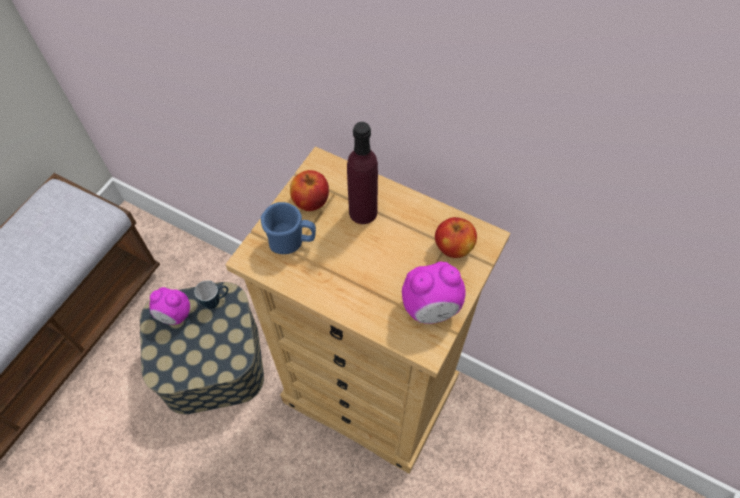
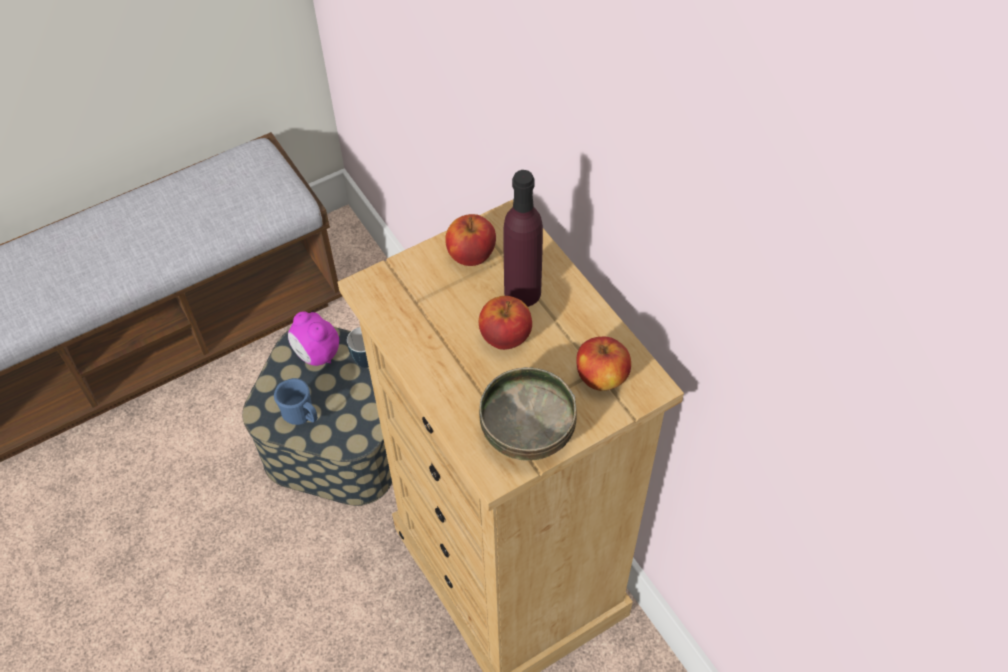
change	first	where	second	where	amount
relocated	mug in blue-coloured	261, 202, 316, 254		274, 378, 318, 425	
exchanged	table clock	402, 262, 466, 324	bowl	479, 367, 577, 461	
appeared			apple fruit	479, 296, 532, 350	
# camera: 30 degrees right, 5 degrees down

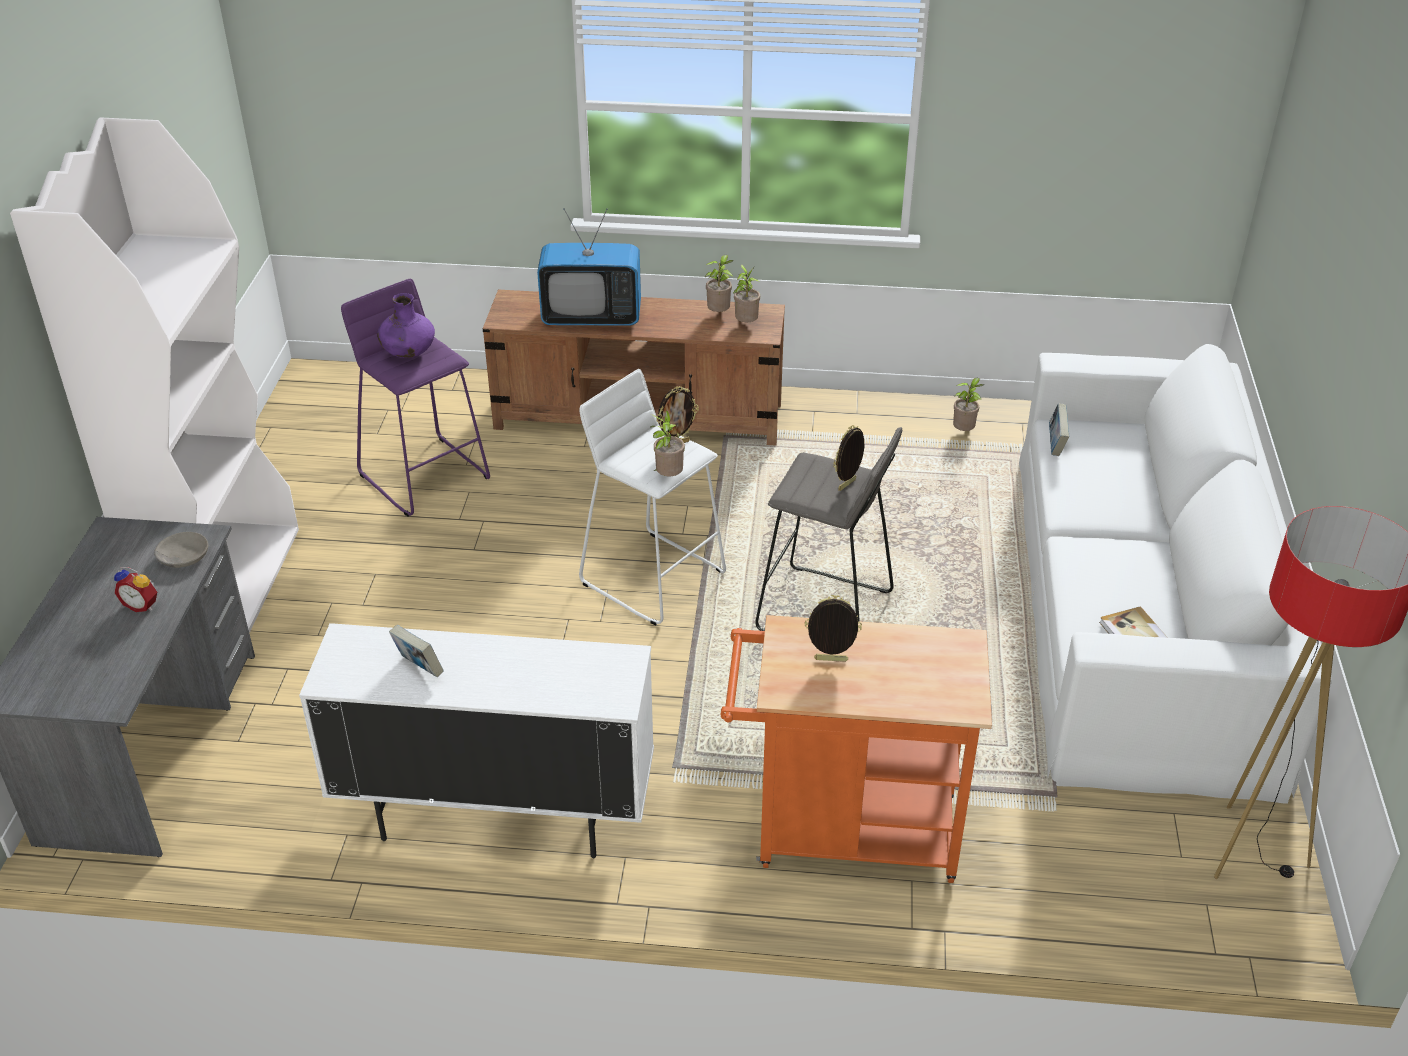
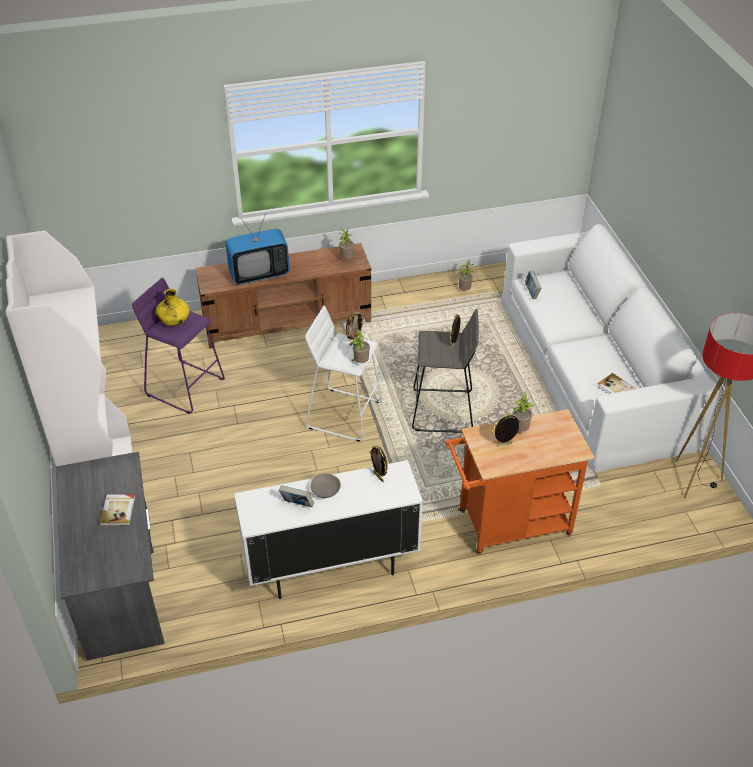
change	first	where	second	where	amount
relocated	potted plant	705, 255, 734, 312		513, 392, 534, 432	
colour	decorative vase in purple-coloured	377, 293, 435, 358	decorative vase in yellow-coloured	155, 289, 190, 326	
relocated	bowl in greyish	154, 532, 208, 568		310, 474, 341, 498	
exchanged	table clock	114, 567, 157, 612	bound book	100, 495, 135, 526	
appeared			photo frame	370, 445, 388, 482	
# camera: 20 degrees left, 5 degrees up

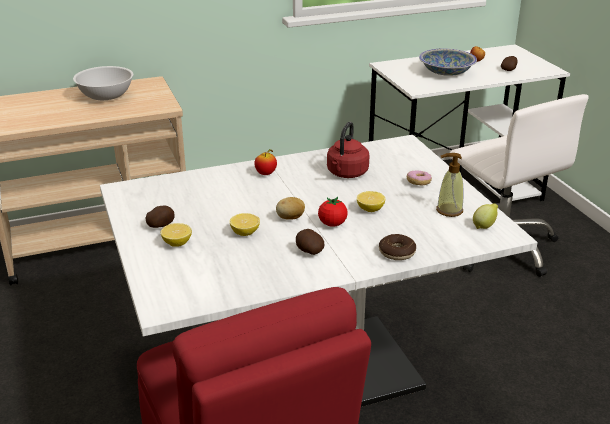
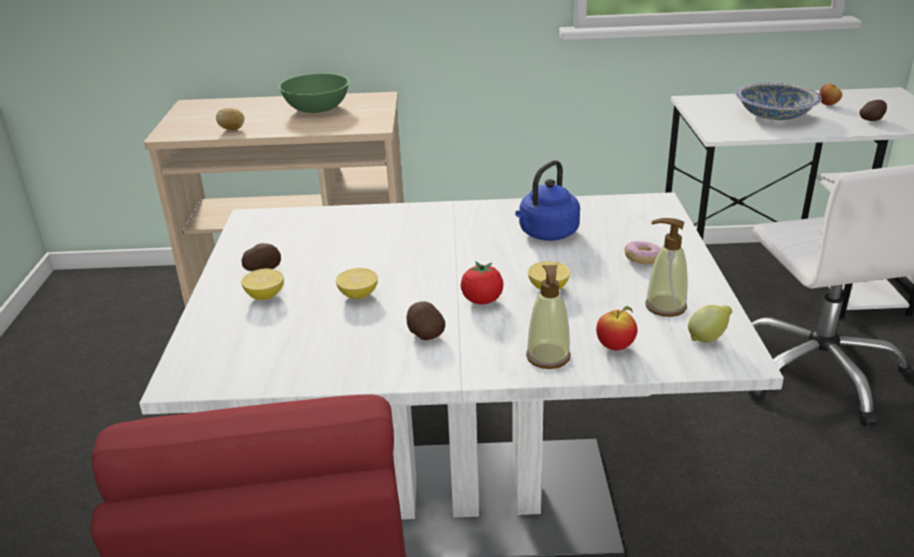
change	first	where	second	where	amount
colour	bowl in white-coloured	73, 66, 133, 100	bowl in green	278, 73, 350, 113	
colour	tea kettle in red-coloured	327, 122, 370, 178	tea kettle in blue-coloured	515, 160, 580, 241	
relocated	apple fruit	254, 149, 277, 175		596, 306, 637, 351	
relocated	spud	276, 197, 305, 220		216, 108, 244, 130	
exchanged	doughnut	379, 234, 416, 260	soap dispenser	526, 265, 571, 369	
# camera: 20 degrees right, 0 degrees up

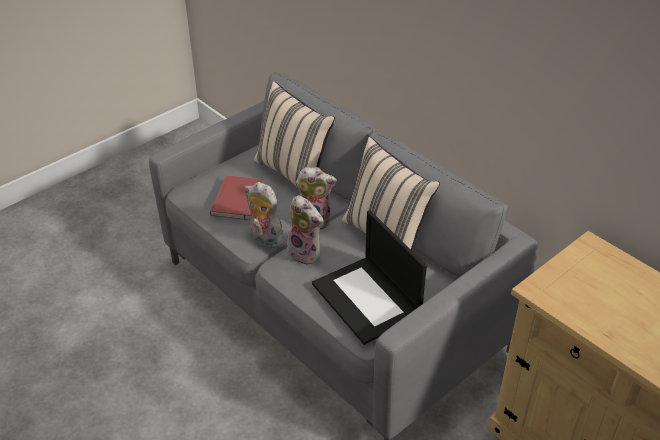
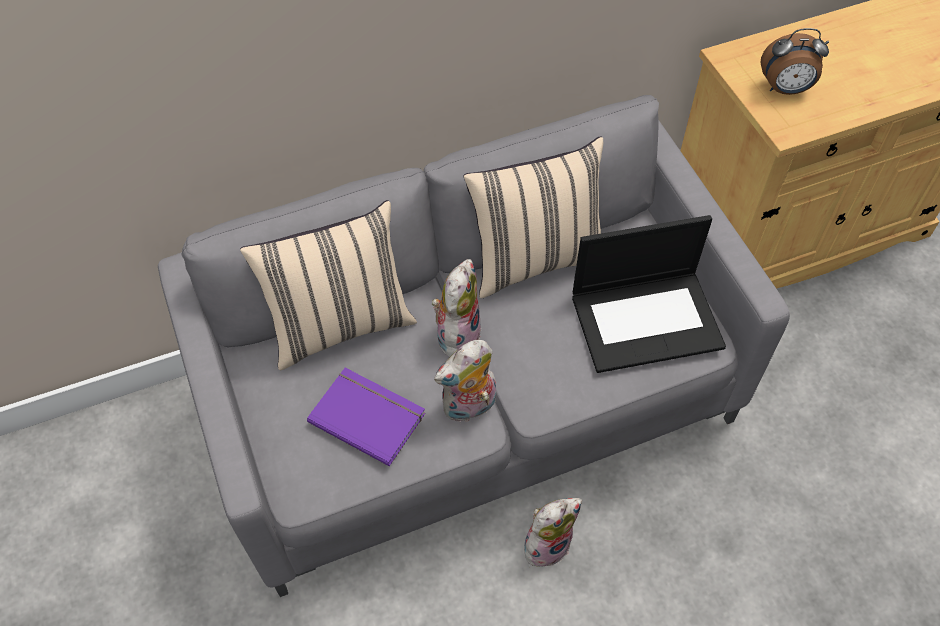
change	first	where	second	where	amount
colour	bound book in red-coloured	210, 175, 264, 220	bound book in purple-coloured	307, 368, 425, 466	
relocated	plush toy	287, 195, 324, 265		524, 498, 582, 567	
appeared			table clock	760, 28, 829, 95	
# camera: 70 degrees left, 15 degrees up

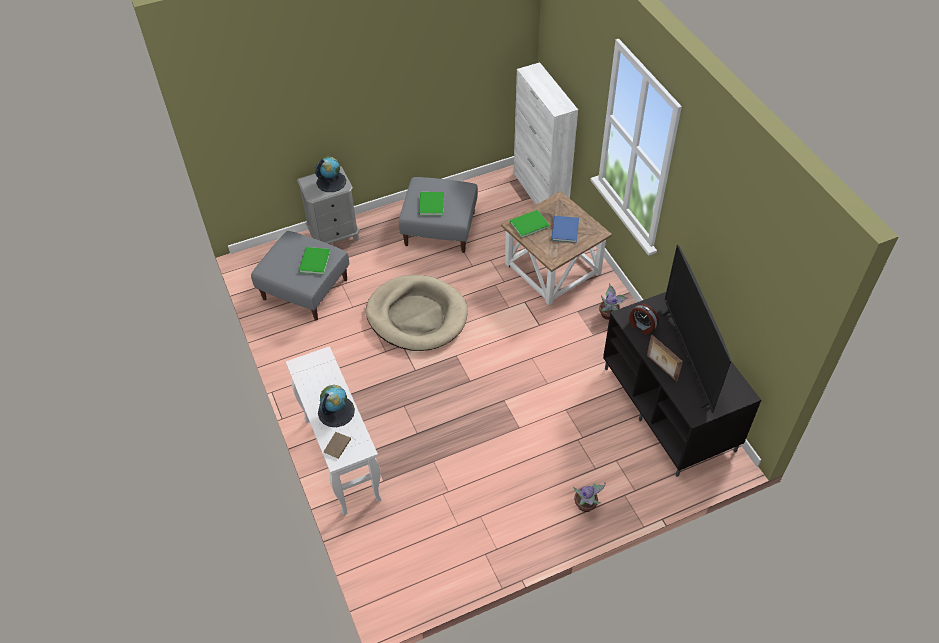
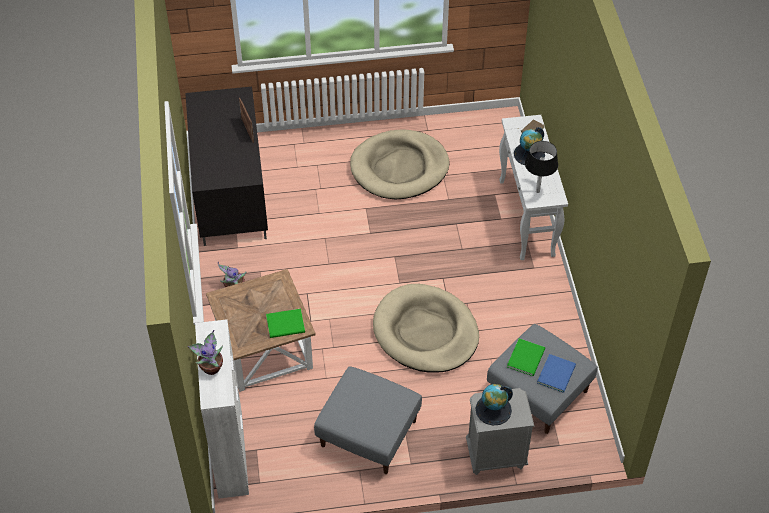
change	first	where	second	where	amount
missing	bound book in green	419, 192, 444, 215			
relocated	bound book in blue-coloured	551, 216, 579, 243		537, 354, 576, 393	
missing	TV	662, 245, 731, 413			
missing	table clock	630, 303, 659, 335			
relocated	potted plant	573, 482, 606, 512		188, 330, 223, 375	
appeared			dog bed in beige-coloured	350, 129, 449, 199	
appeared			lamp for a table in black	525, 141, 558, 193	
# camera: 165 degrees left, 0 degrees up

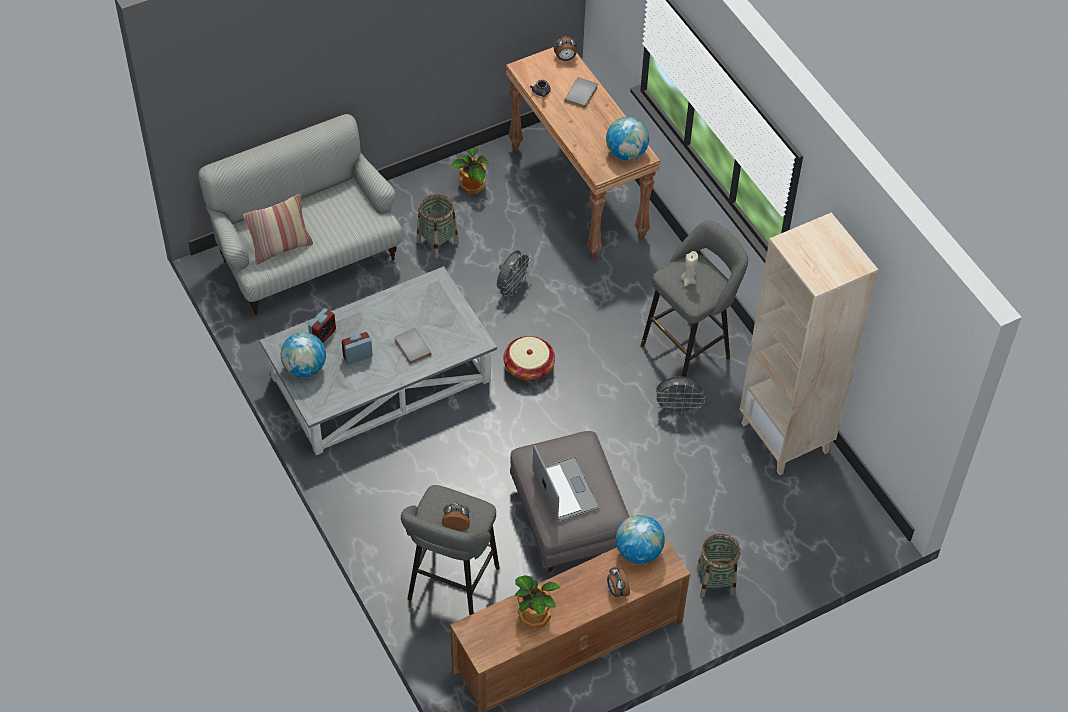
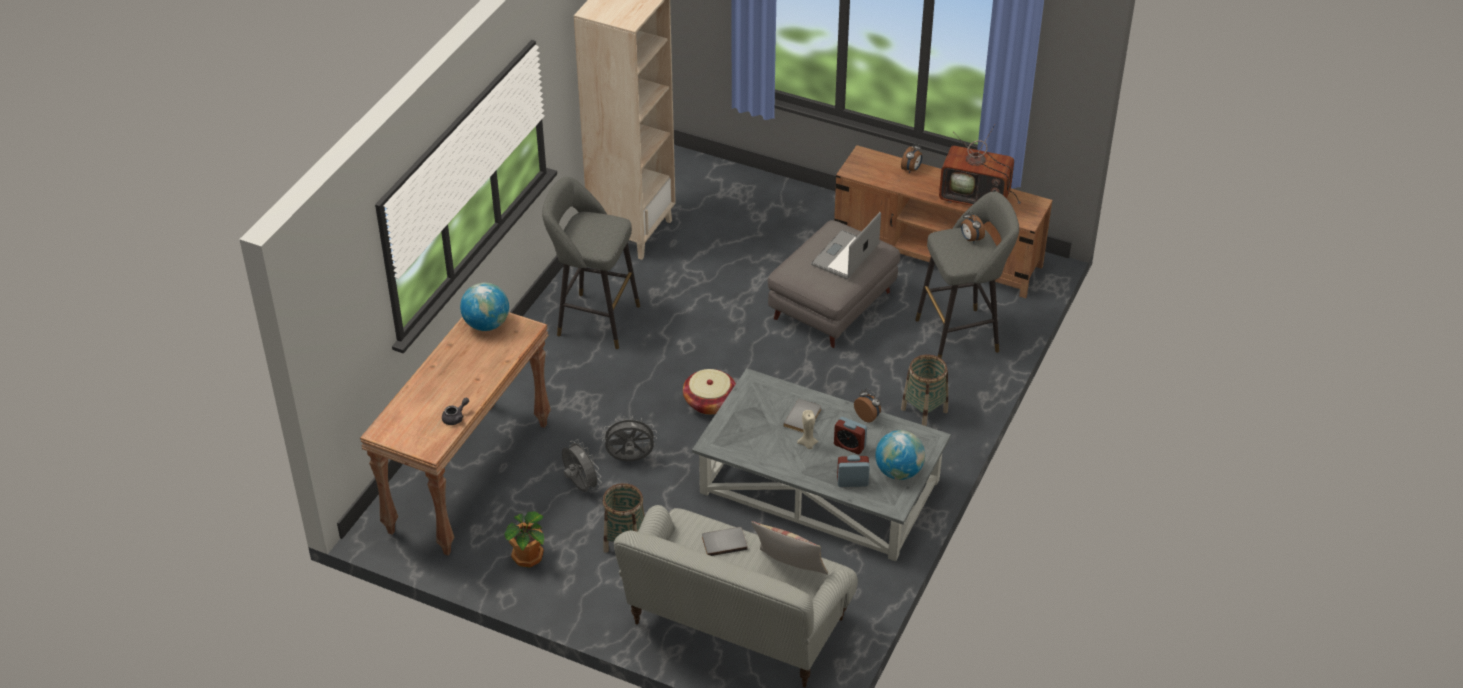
change	first	where	second	where	amount
relocated	table clock	554, 36, 577, 61		854, 389, 881, 423	
relocated	bound book in greyish	564, 77, 598, 108		702, 527, 748, 556	
relocated	candle in beige-coloured	681, 251, 698, 287		797, 410, 818, 449	
relocated	electric fan in greyish	653, 377, 705, 415		562, 439, 602, 492	
missing	desk globe	616, 515, 665, 564			
relocated	basket	697, 534, 740, 597		901, 355, 948, 426	
exchanged	potted plant	515, 575, 561, 629	TV	939, 124, 1021, 206	
# camera: 125 degrees left, 10 degrees down

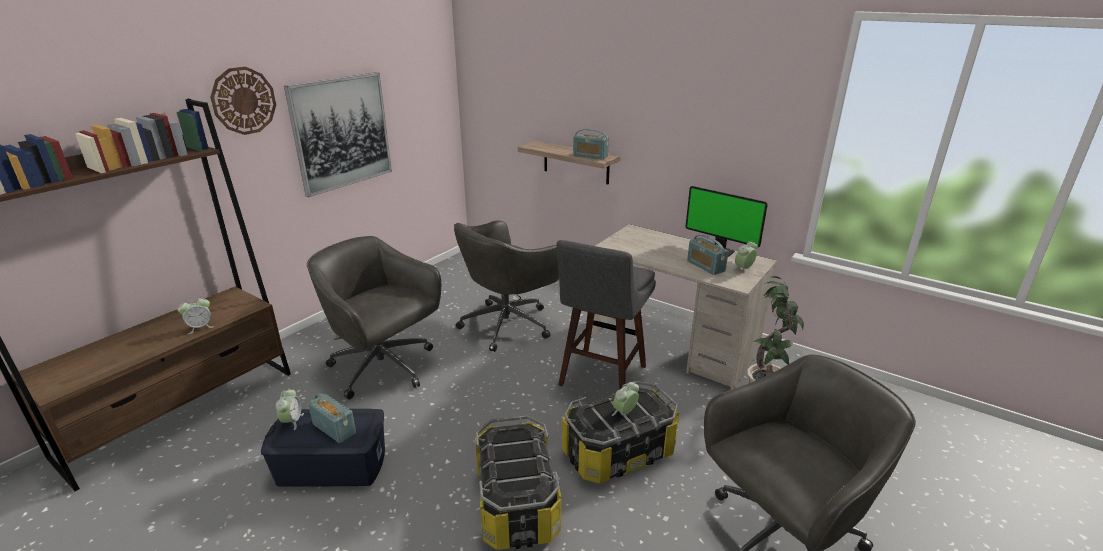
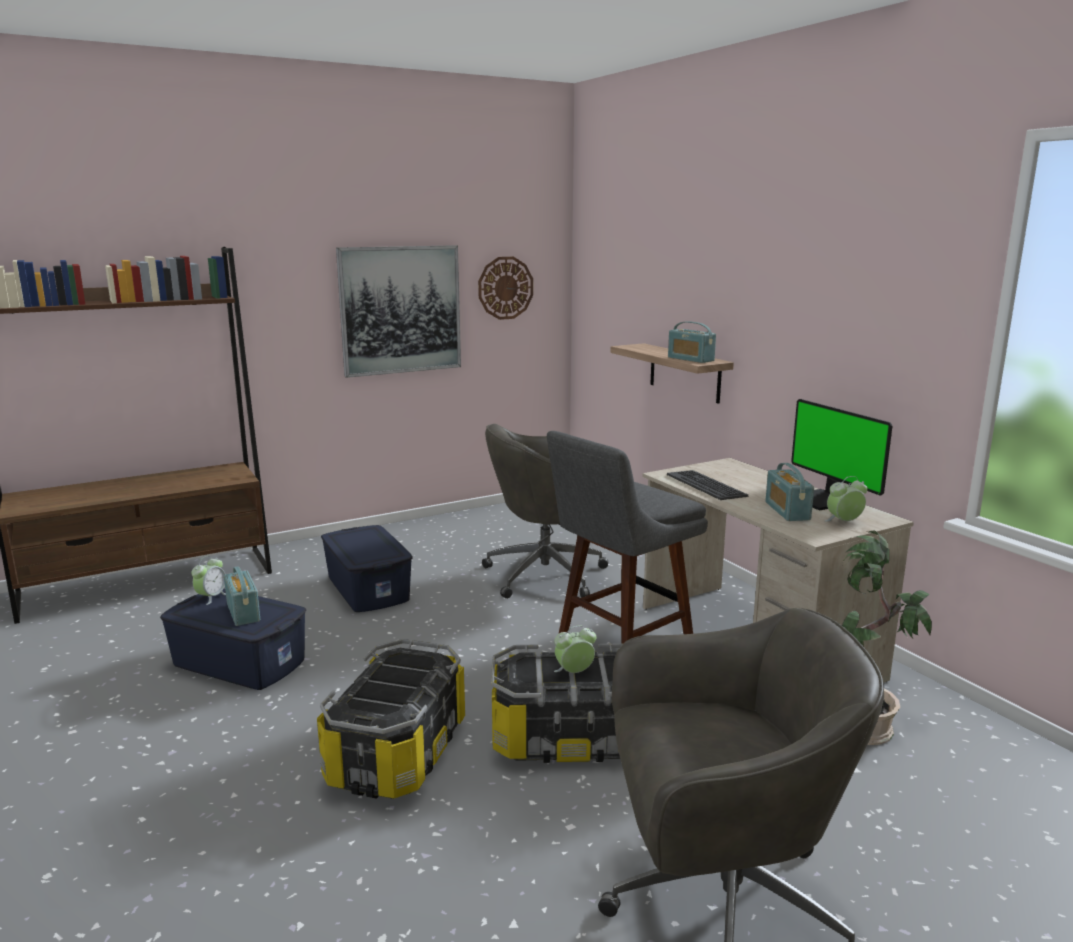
change	first	where	second	where	amount
relocated	clock on the wall	210, 67, 276, 135		478, 257, 533, 320	
exchanged	office chair in greyish	307, 236, 441, 399	storage bin in blue-coloured	321, 525, 413, 612	
missing	table clock	178, 296, 214, 334			
appeared			PC keyboard	667, 470, 748, 500	
# camera: 25 degrees right, 10 degrees down

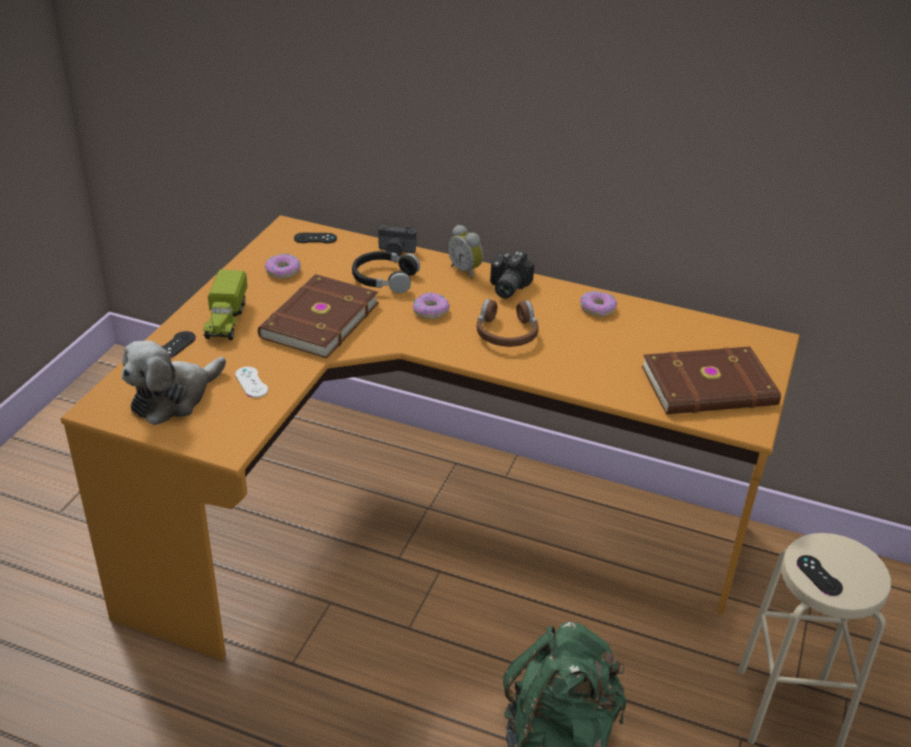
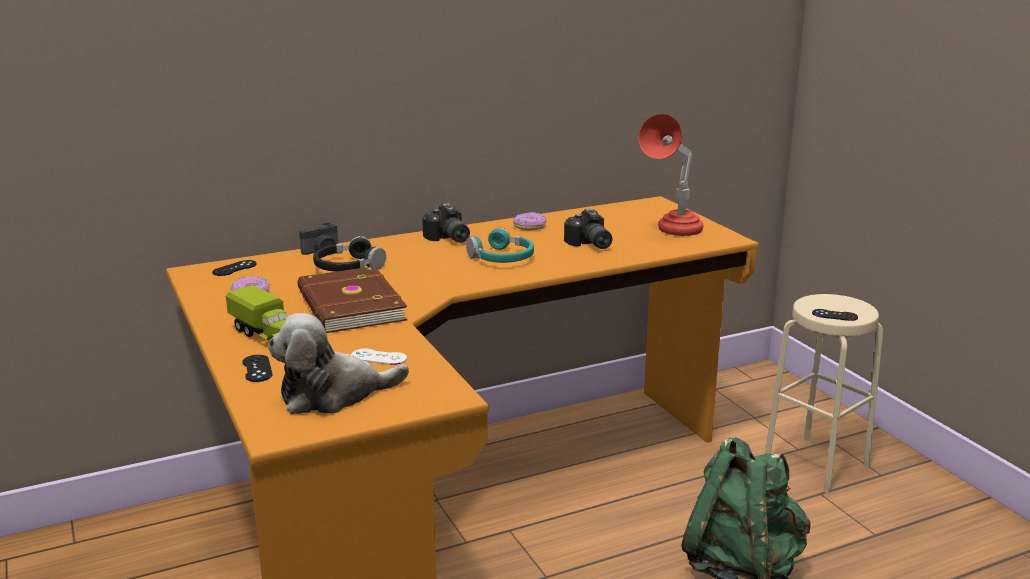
change	first	where	second	where	amount
missing	table clock	448, 225, 483, 279			
missing	doughnut	413, 293, 450, 319			
colour	headset in brown	477, 299, 539, 347	headset in blue-green	466, 228, 534, 263	
spun	plush toy	122, 340, 226, 425		268, 313, 409, 414	75 degrees clockwise
exchanged	bound book in brown	642, 347, 781, 414	lamp for a table in red-coloured	639, 114, 703, 236	
appeared			still camera	564, 208, 612, 249	
# camera: 45 degrees left, 15 degrees down

